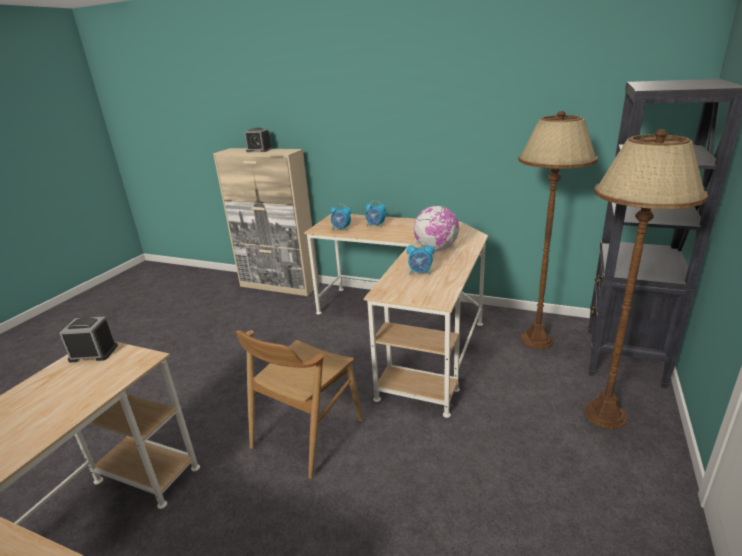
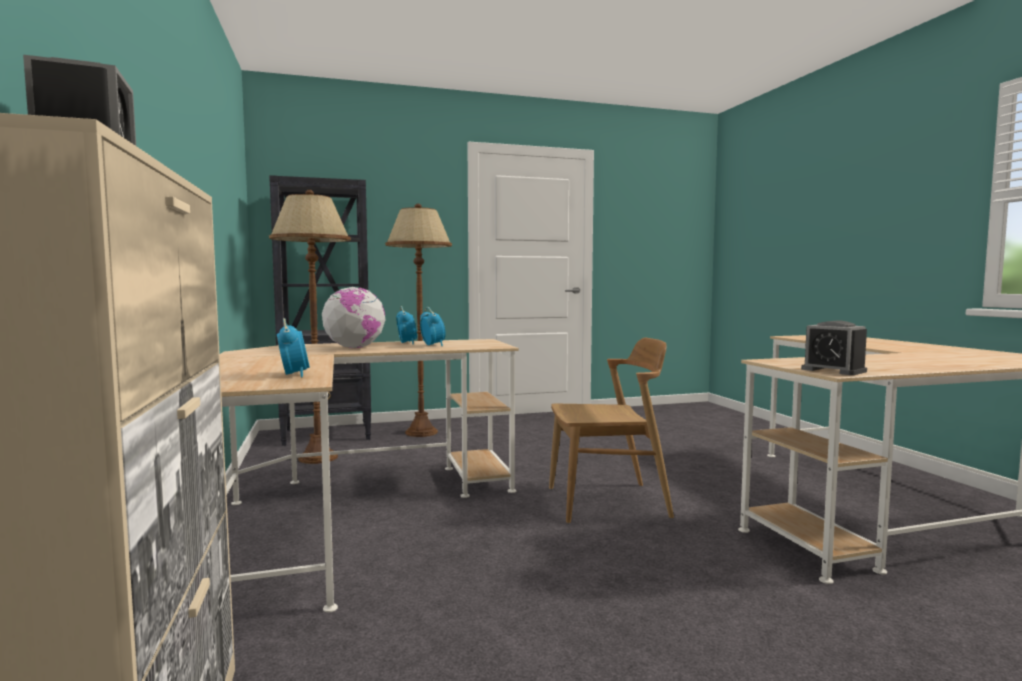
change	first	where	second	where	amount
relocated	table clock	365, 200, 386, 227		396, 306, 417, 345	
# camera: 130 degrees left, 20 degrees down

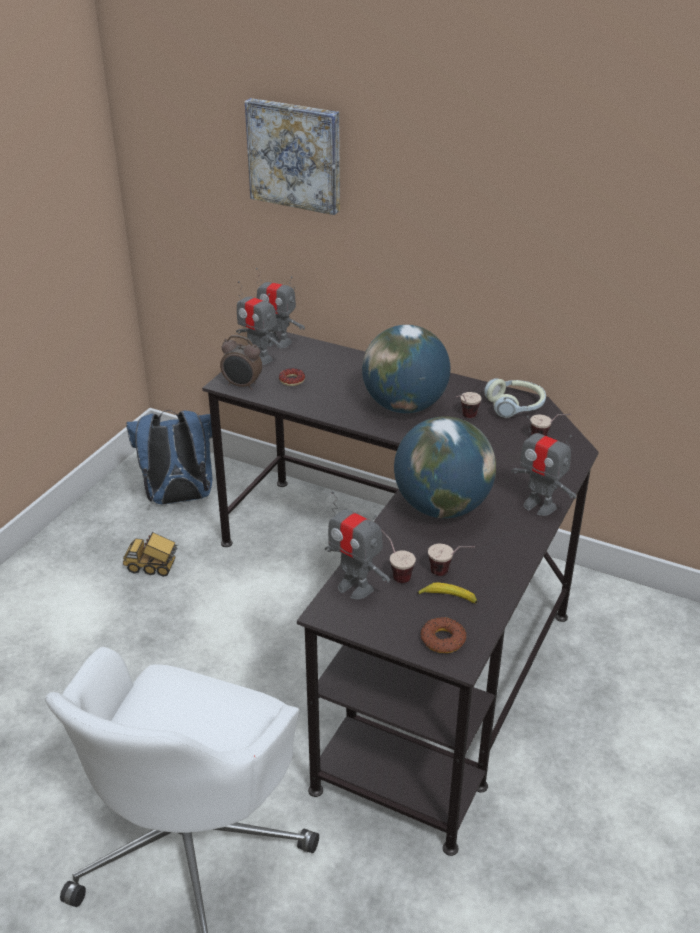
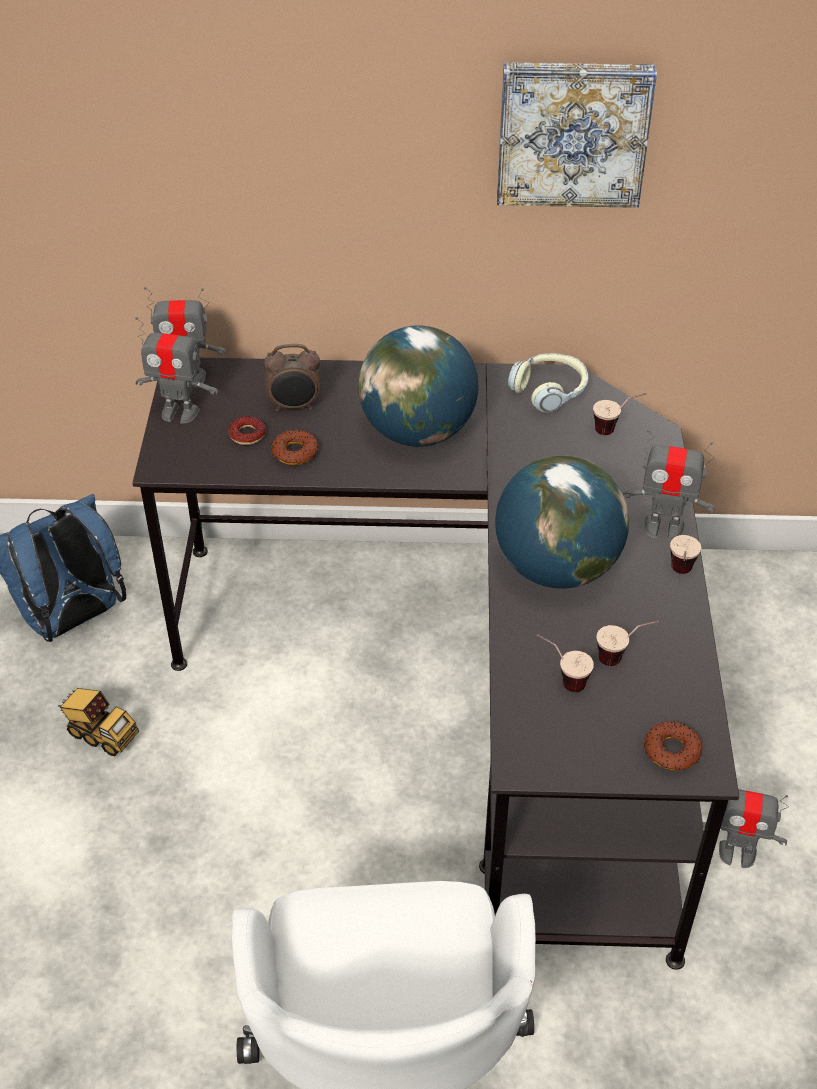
change	first	where	second	where	amount
relocated	wall picture	245, 98, 340, 215		497, 62, 657, 208	
relocated	table clock	220, 335, 262, 390		264, 344, 320, 412	
relocated	cup	456, 392, 482, 418		670, 535, 701, 574	
relocated	model robot	325, 491, 390, 599		703, 789, 789, 868	
spun	toy truck	123, 532, 178, 577		58, 688, 139, 756	135 degrees counterclockwise
missing	whole banana	417, 583, 477, 604			
appeared			doughnut	271, 430, 318, 465	
# camera: 25 degrees left, 10 degrees up

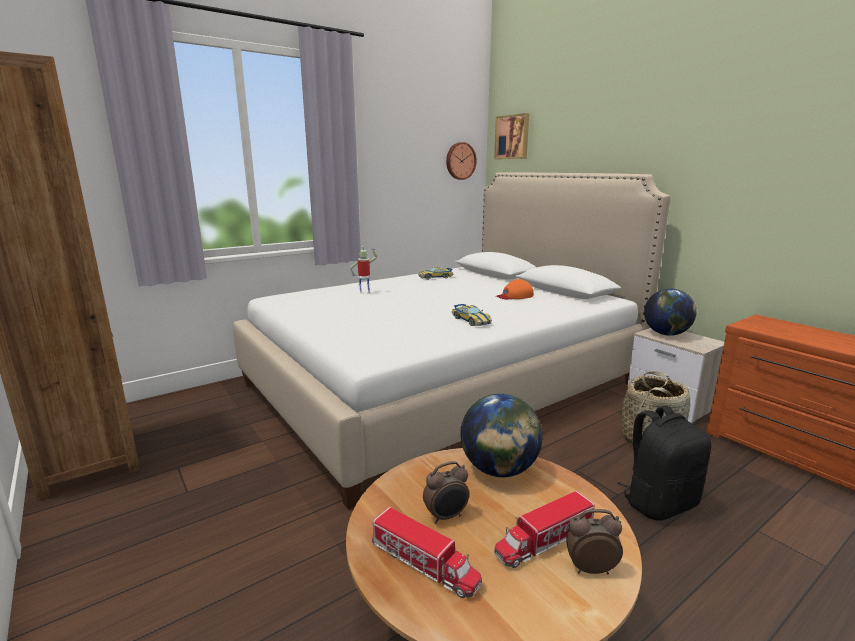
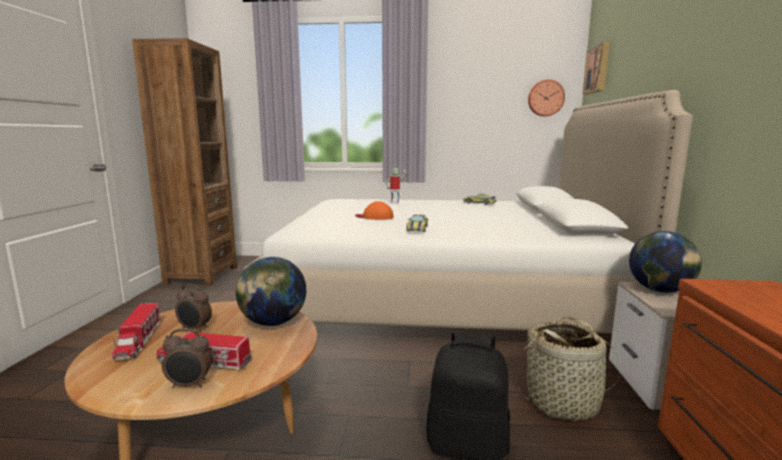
change	first	where	second	where	amount
relocated	baseball cap in orange-coloured	496, 279, 534, 299		355, 201, 394, 220	
spun	table clock	566, 509, 623, 574		162, 329, 212, 388	135 degrees clockwise
# camera: 40 degrees right, 5 degrees down

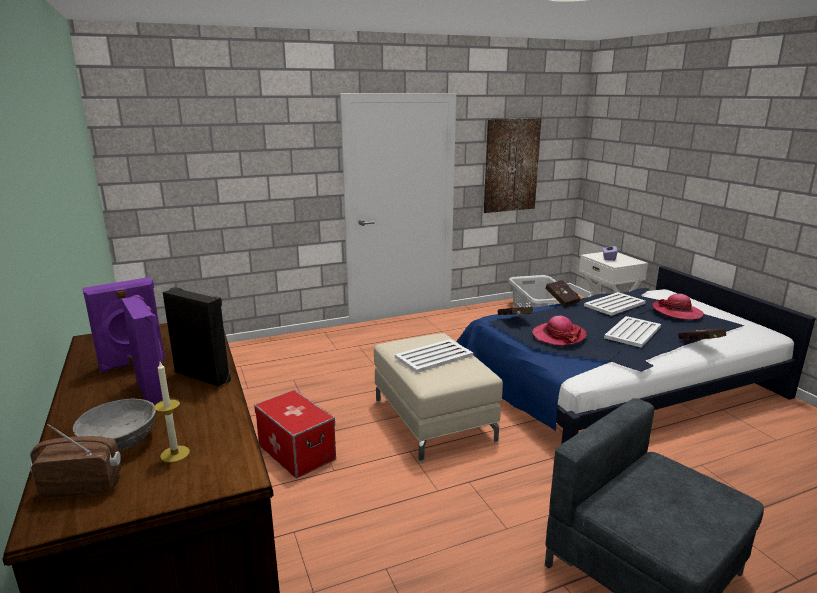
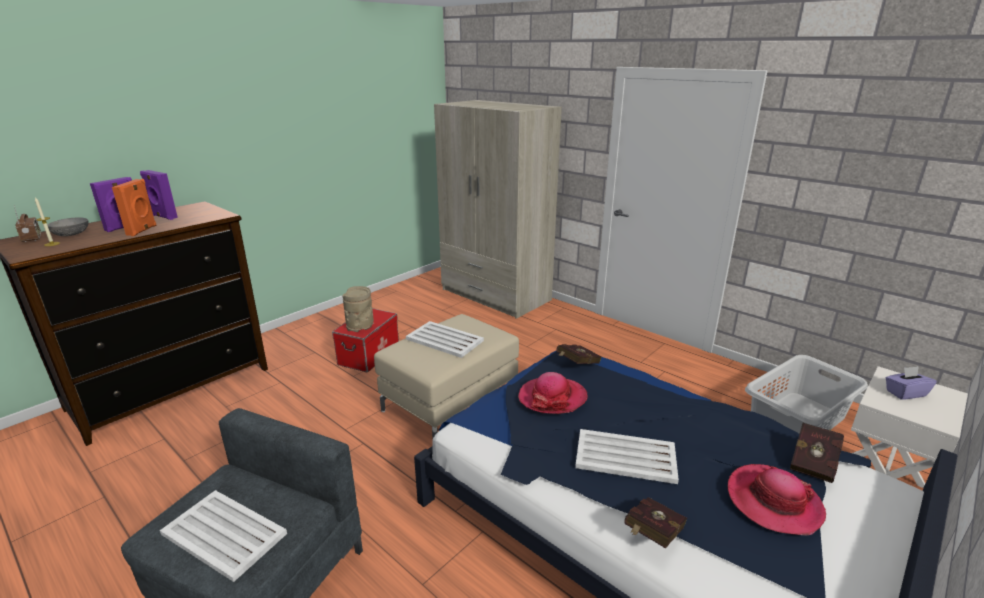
change	first	where	second	where	amount
missing	wall picture	484, 118, 541, 213			
relocated	bound book in red-coloured	545, 280, 581, 307		790, 423, 844, 483	
colour	audio speaker in black	163, 287, 231, 387	audio speaker in orange-coloured	112, 179, 156, 236	
relocated	tray in white-coloured	584, 292, 646, 316		160, 490, 287, 582	
appeared			clothes cupboard in beige-coloured	434, 100, 562, 319	
appeared			decorative vase in beige-coloured	342, 286, 374, 332	
# camera: 65 degrees right, 5 degrees up

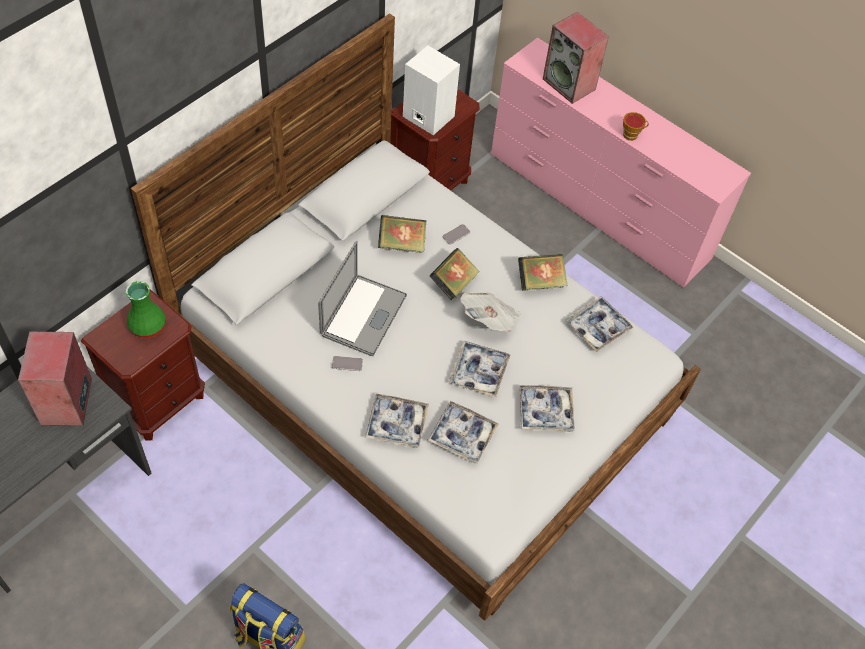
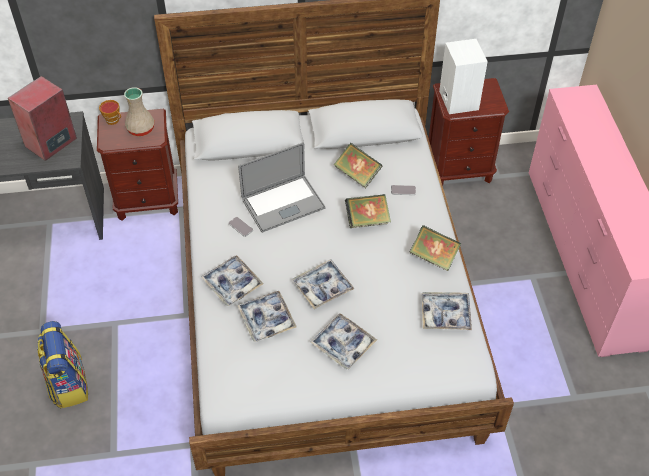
change	first	where	second	where	amount
missing	audio speaker	543, 12, 609, 104			
relocated	cup	623, 112, 649, 141		99, 100, 121, 125	
colour	decorative vase in green	126, 281, 166, 338	decorative vase in beige-coloured	124, 87, 154, 136	
missing	printed paper	461, 292, 520, 332			
# camera: 45 degrees right, 5 degrees down

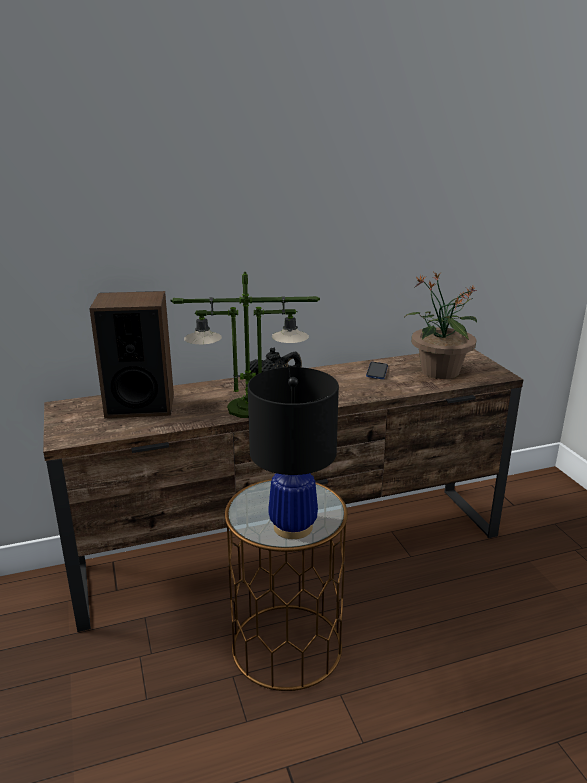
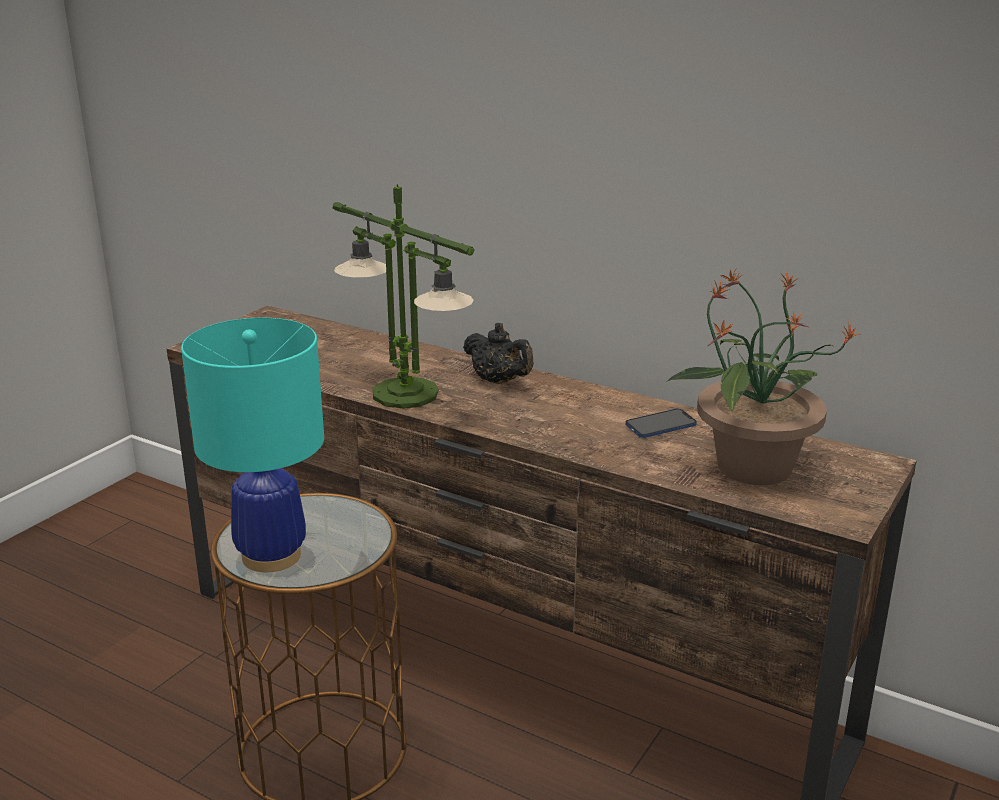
change	first	where	second	where	amount
missing	audio speaker	89, 291, 174, 418			
colour	lamp for a table in black	248, 367, 339, 539	lamp for a table in blue-green	181, 318, 324, 572	
# camera: 50 degrees right, 0 degrees up

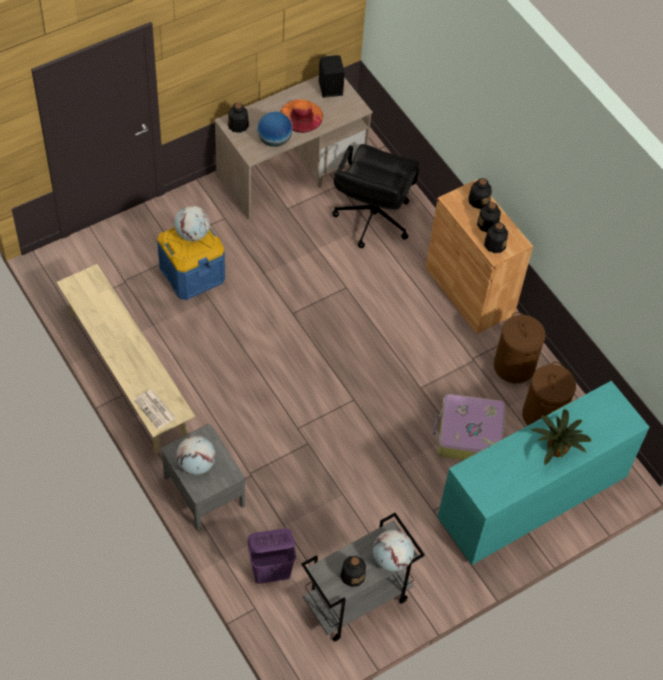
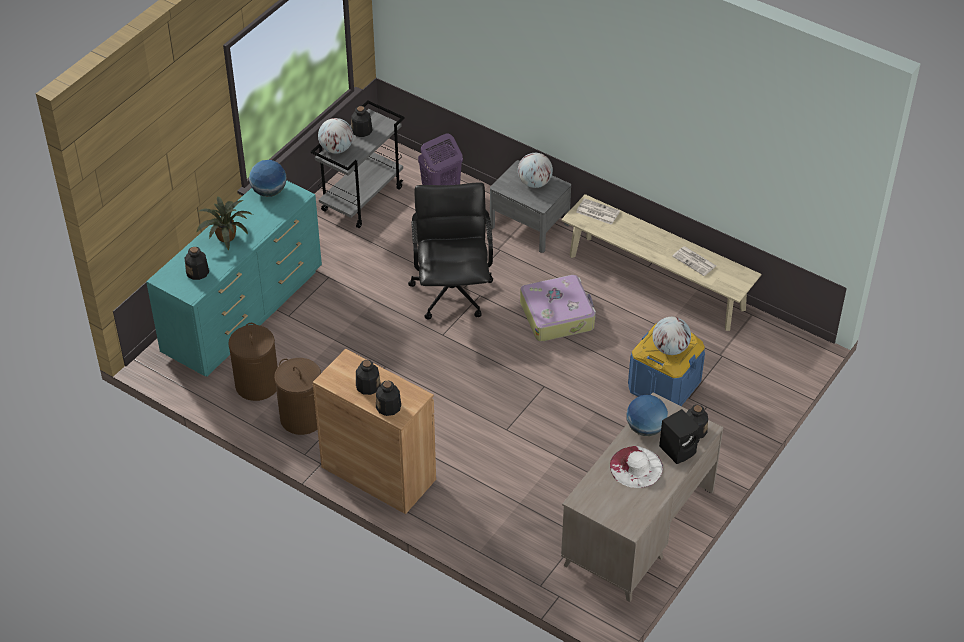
change	first	where	second	where	amount
relocated	audio speaker in black	319, 55, 345, 98		659, 409, 700, 464	
colour	wearable hat in orange-coloured	280, 99, 323, 133	wearable hat in white-coloured	610, 446, 663, 488	
relocated	office chair in black	332, 144, 419, 248		408, 183, 493, 319	
relocated	drink bottle	484, 222, 508, 253		185, 247, 209, 280	
relocated	piece of luggage	433, 394, 506, 460		520, 275, 596, 342	
appeared			desk globe	249, 160, 286, 197	
appeared			printed paper	672, 246, 716, 276	
# camera: 160 degrees right, 10 degrees down

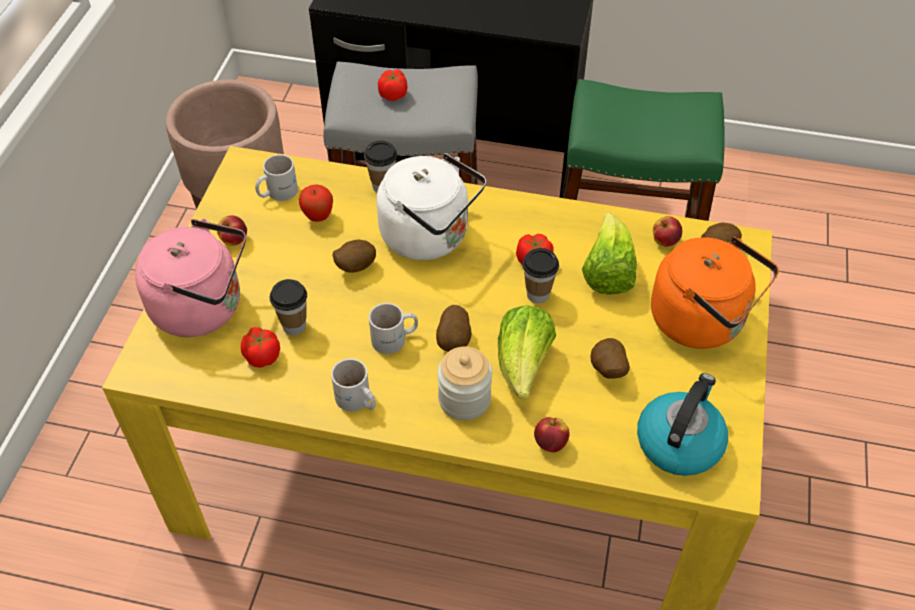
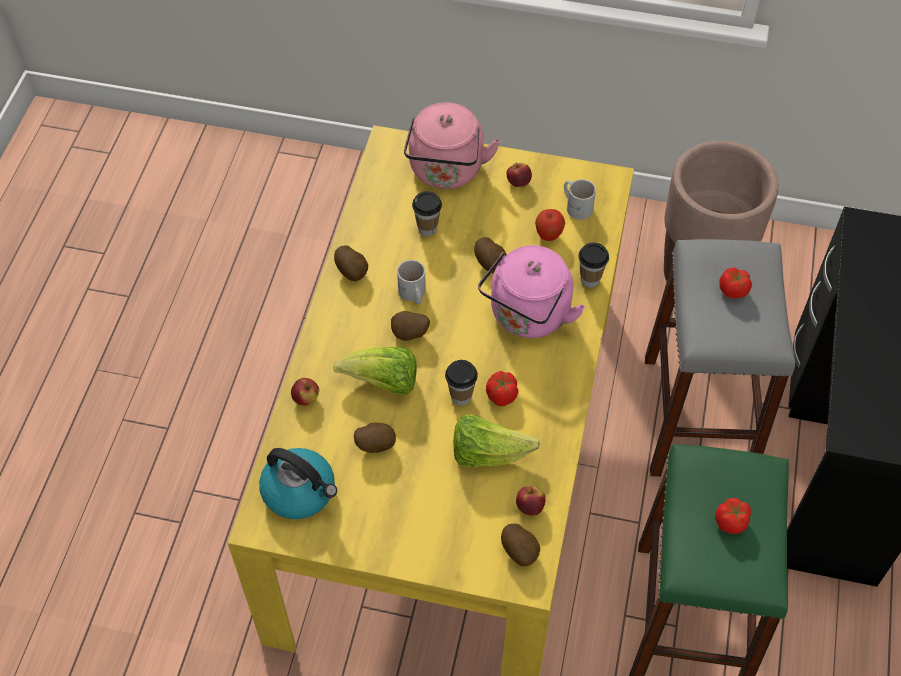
change	first	where	second	where	amount
colour	tea kettle in white-coloured	377, 153, 486, 260	tea kettle in pink	478, 245, 585, 338	
missing	tea kettle in orange-coloured	651, 236, 779, 349			
relocated	fresh tomato	241, 327, 280, 368		715, 498, 751, 534	
missing	preserve jar	437, 346, 492, 420			
exchanged	mug in white-coloured	331, 358, 376, 411	spud	334, 245, 368, 281	
# camera: 90 degrees right, 5 degrees up

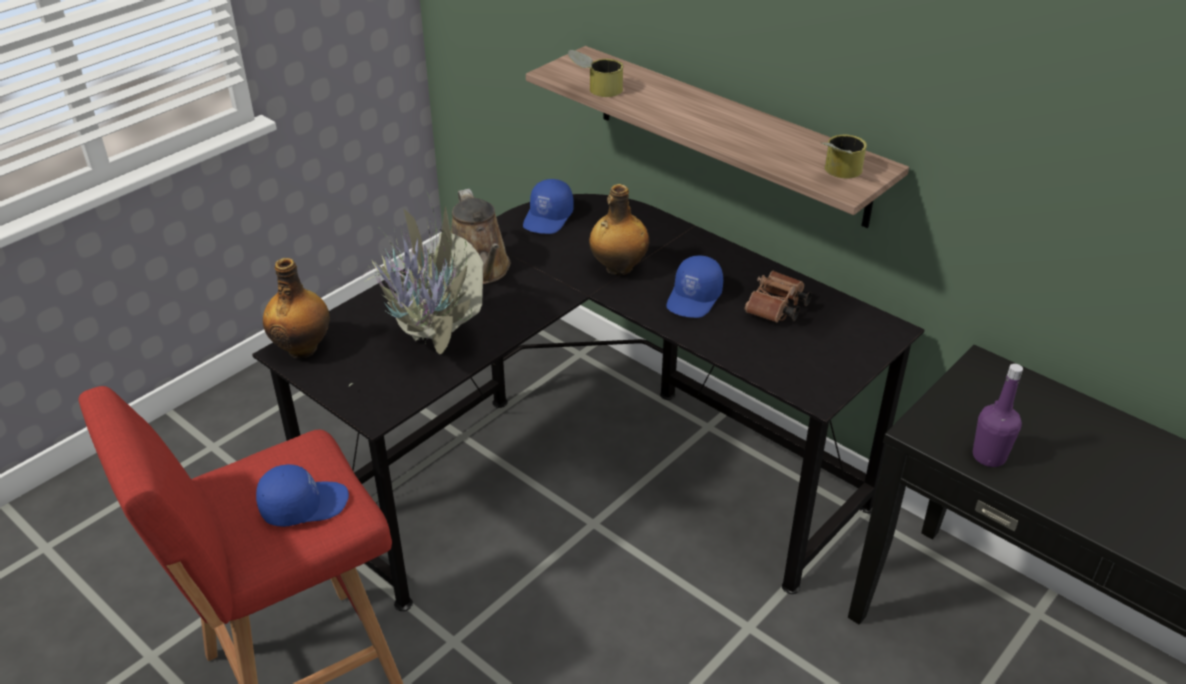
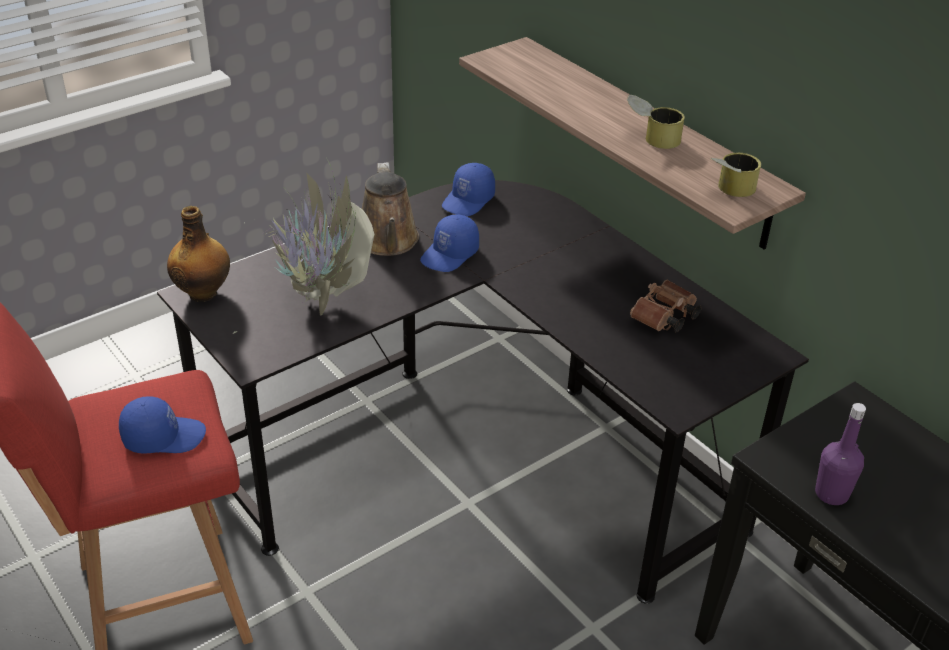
change	first	where	second	where	amount
relocated	sealed can	568, 50, 623, 97		627, 95, 685, 149	
missing	drink bottle	589, 184, 650, 275			
relocated	baseball cap in blue-coloured	666, 255, 723, 318		420, 214, 479, 272	
# camera: 10 degrees right, 0 degrees up

